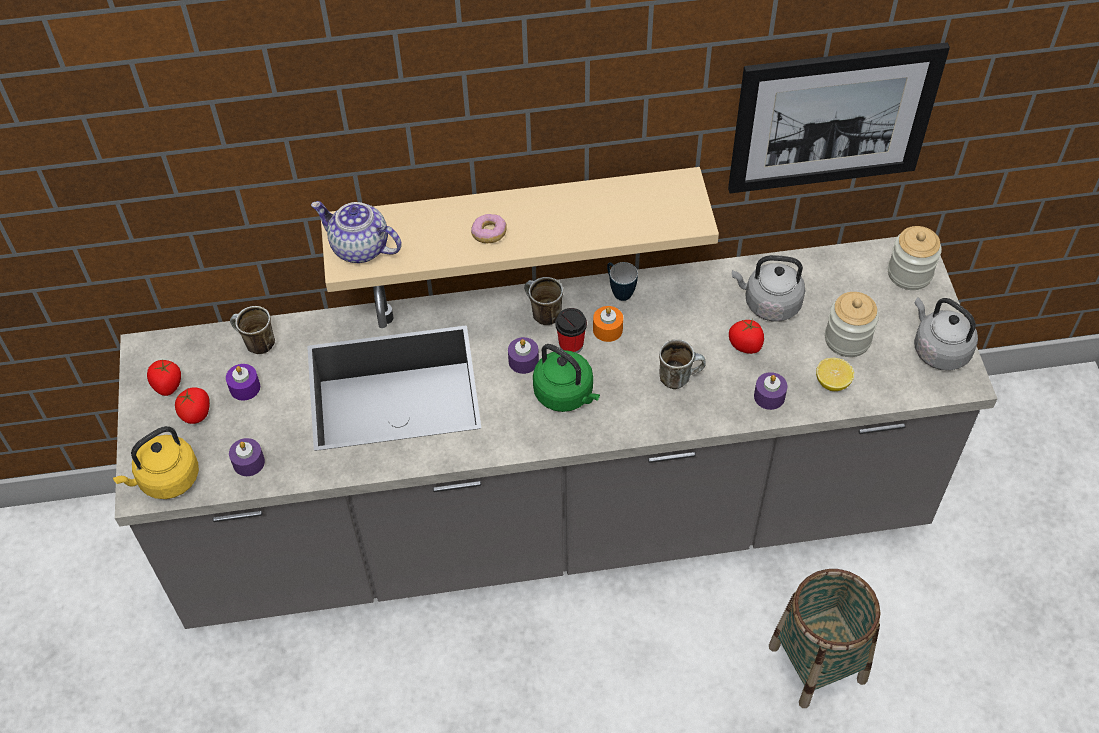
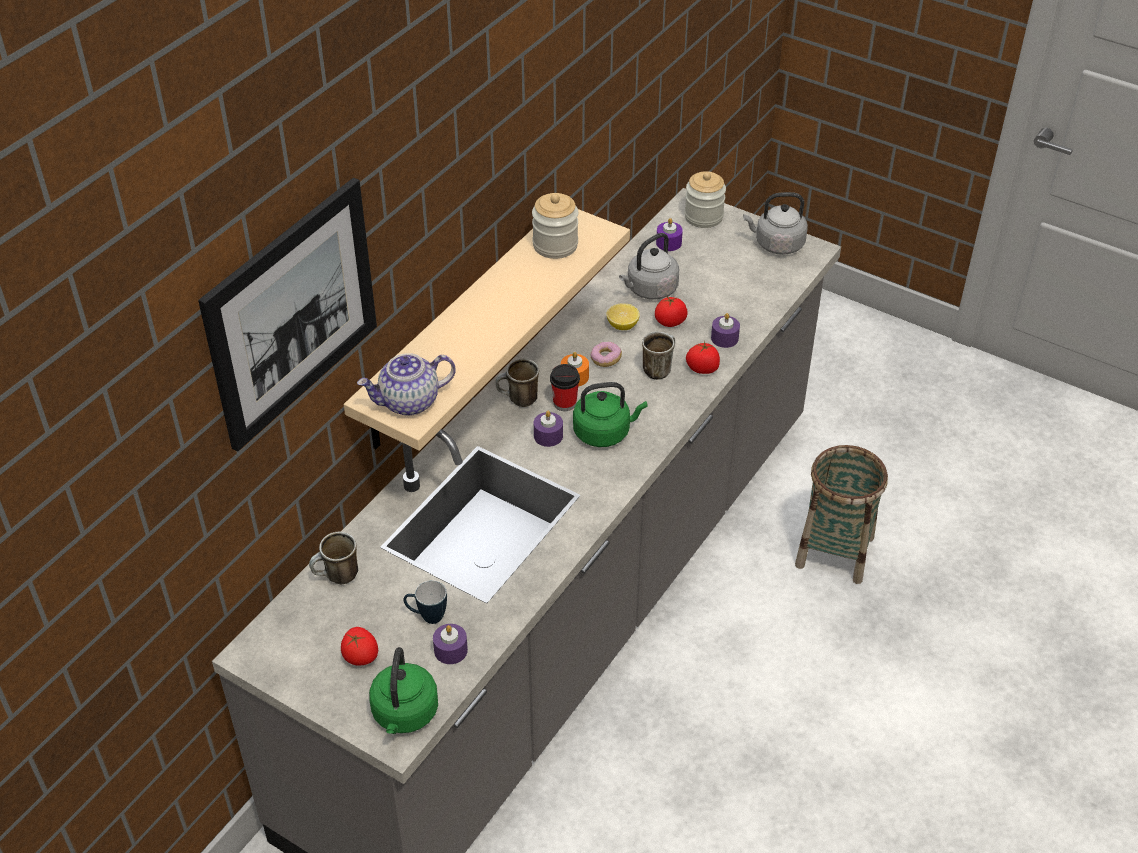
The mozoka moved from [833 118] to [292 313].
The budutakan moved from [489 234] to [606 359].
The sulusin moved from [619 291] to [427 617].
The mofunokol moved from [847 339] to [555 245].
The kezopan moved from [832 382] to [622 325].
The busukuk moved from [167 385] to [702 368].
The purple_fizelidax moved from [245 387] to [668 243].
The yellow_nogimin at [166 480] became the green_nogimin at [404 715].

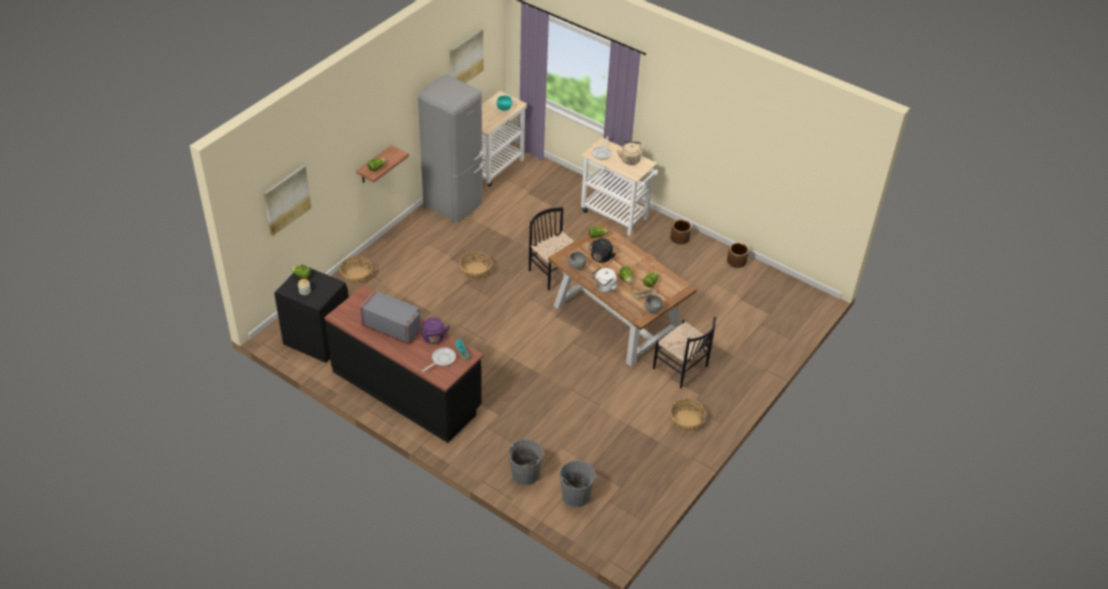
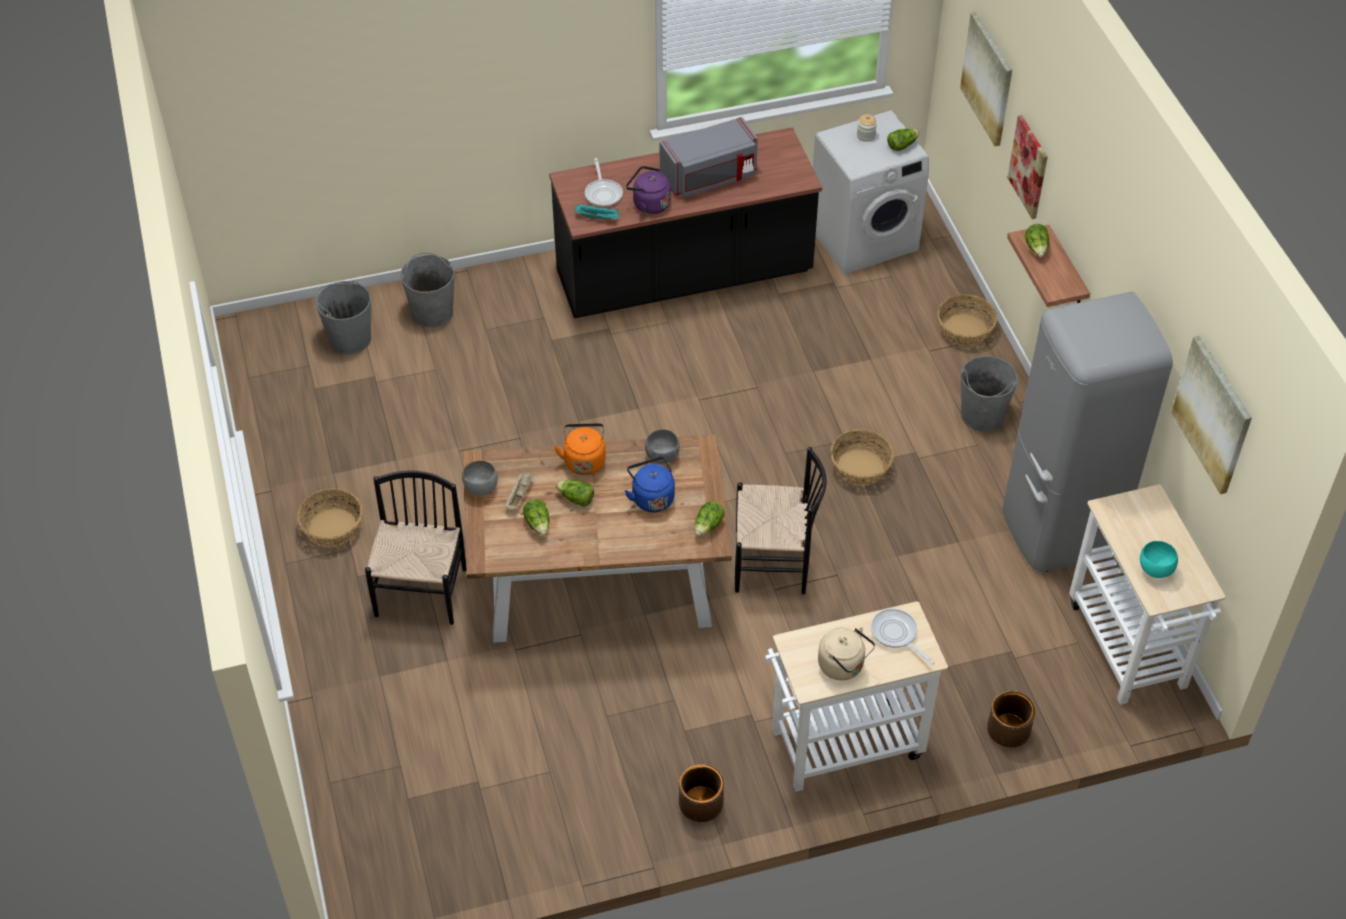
The black_nogimin at [601 258] became the blue_nogimin at [651 497].
The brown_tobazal moved from [736 261] to [1008 730].
The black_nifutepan at [318 337] became the white_nifutepan at [864 238].
The white_nogimin at [604 287] became the orange_nogimin at [584 460].
The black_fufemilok at [682 369] turned 105 degrees clockwise.
The mozoka at [1029 167] appeared.
The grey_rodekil at [982 415] appeared.

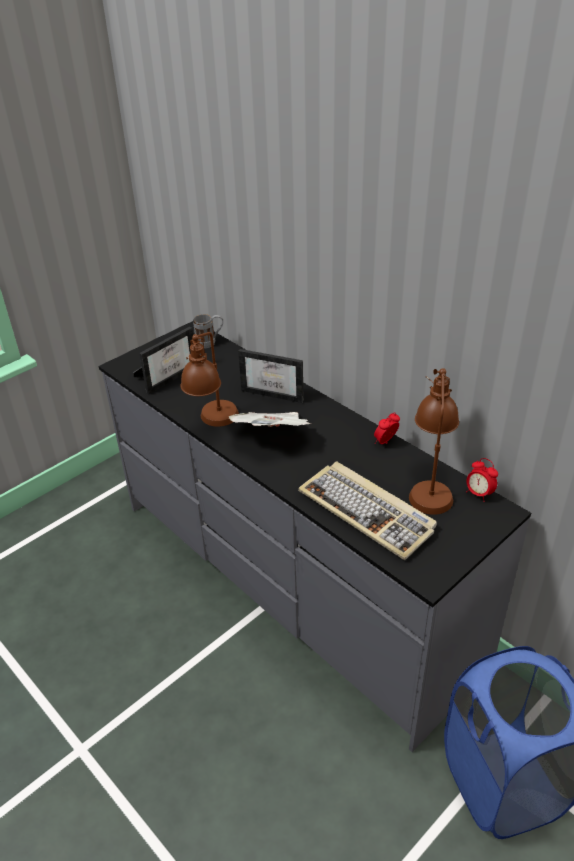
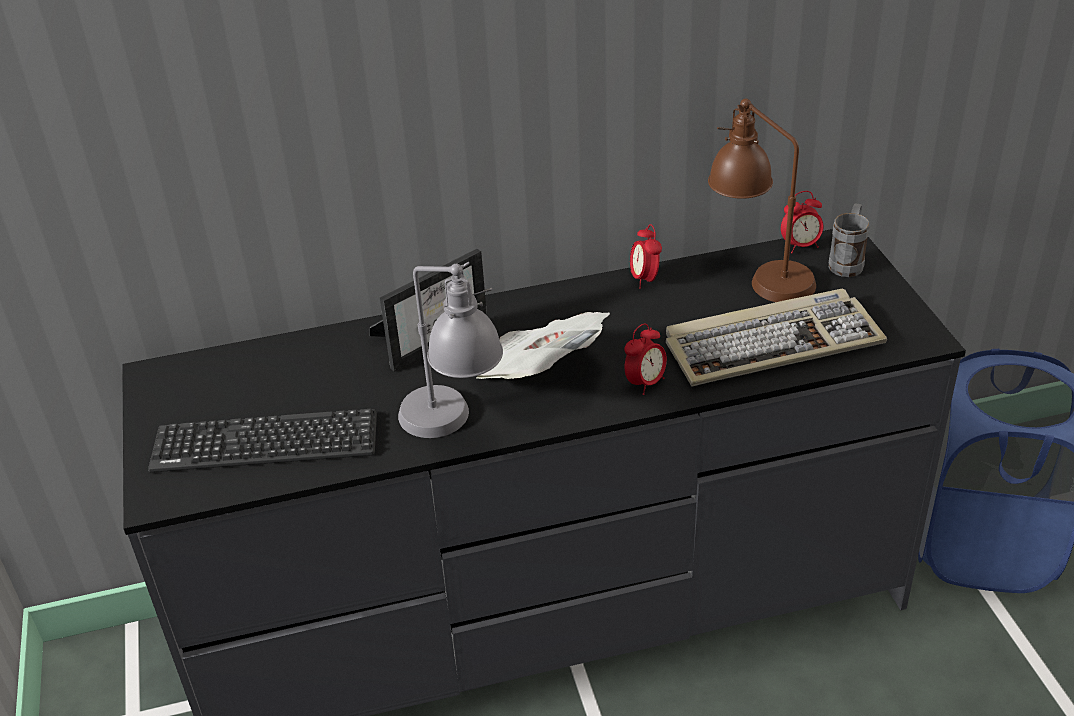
The grey_sulusin moved from [210 343] to [848 262].
The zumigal at [169 377] was replaced by the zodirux at [265 442].
The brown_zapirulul at [214 425] became the grey_zapirulul at [455 428].
The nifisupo at [645 383] appeared.

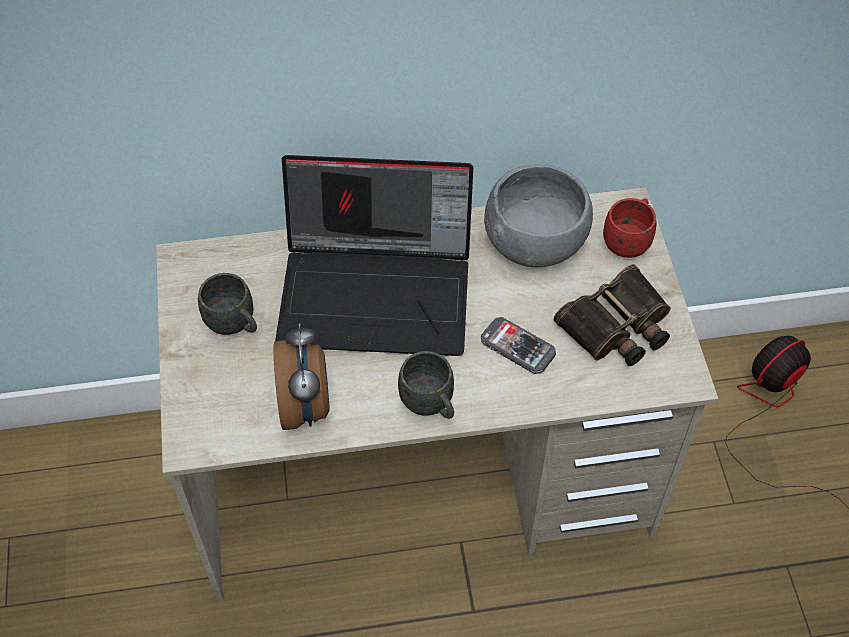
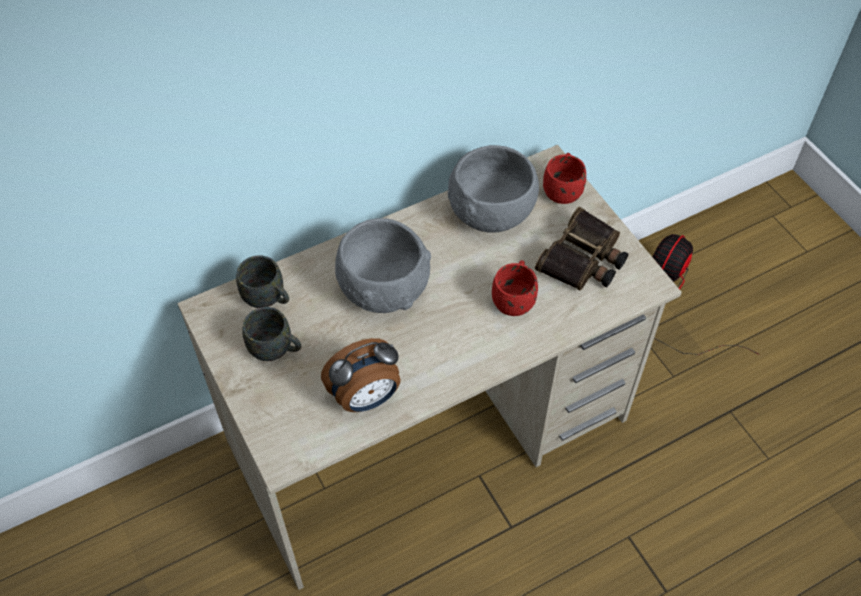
The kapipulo at [378 291] was replaced by the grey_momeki at [384 287].
The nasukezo at [518 347] was replaced by the red_sulusin at [514 298].
The nifisupo at [306 406] turned 90 degrees clockwise.
The grey_sulusin moved from [430 404] to [268 298].

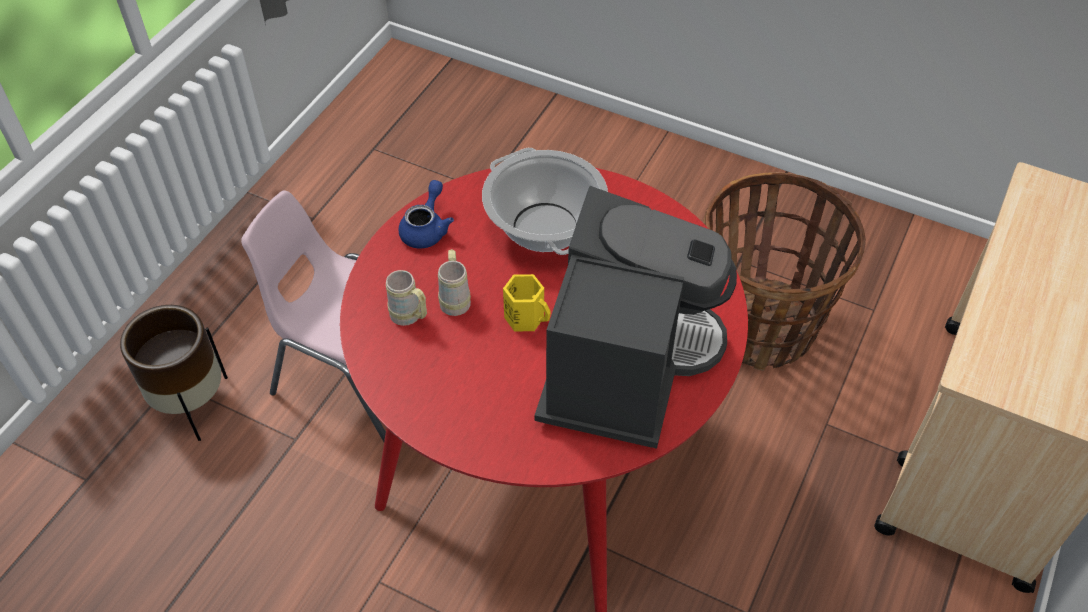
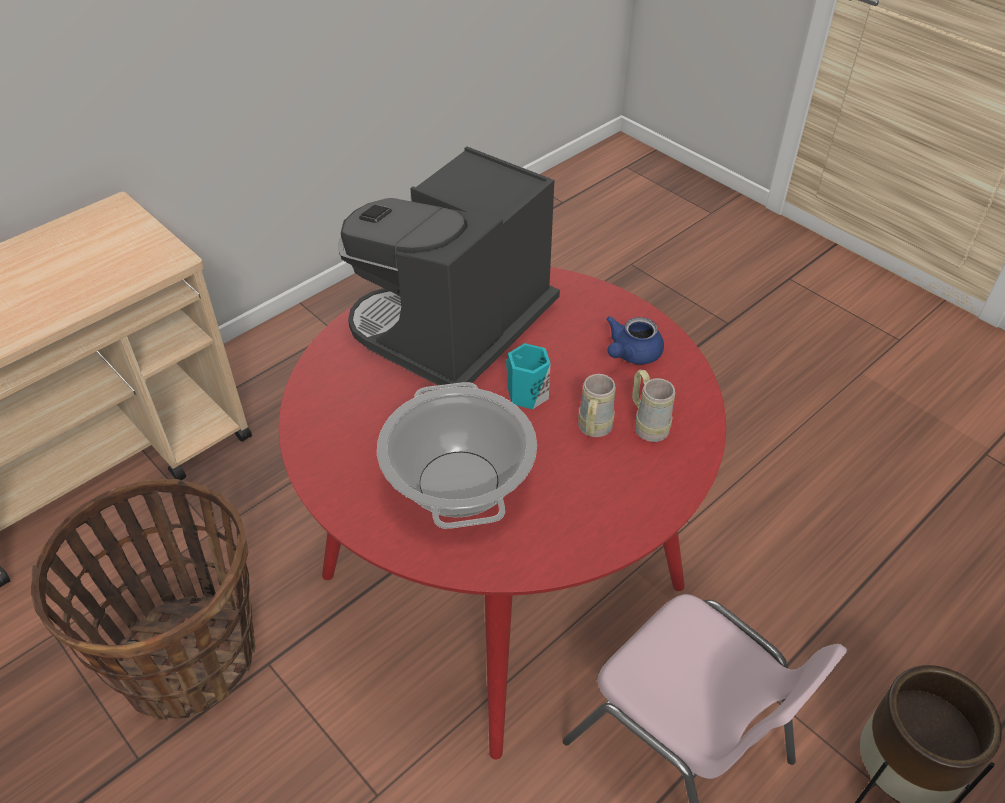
The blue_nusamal moved from [426 229] to [631 354].
The yellow_sulusin at [526 317] became the turquoise_sulusin at [525 393].

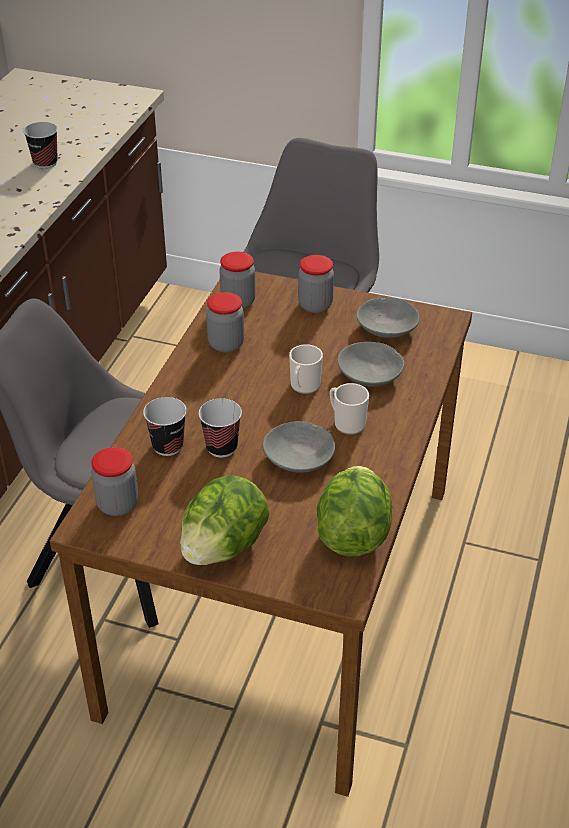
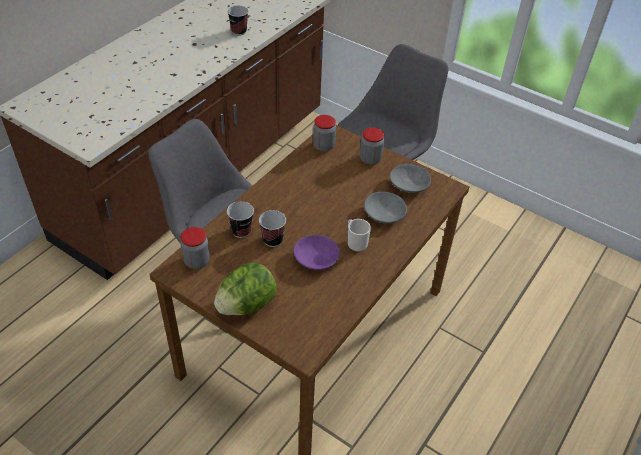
The mofunokol at [226 344] disappeared.
The sulusin at [303 386] disappeared.
The grey_momeki at [299 458] became the purple_momeki at [317 259].
The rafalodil at [353 534] disappeared.

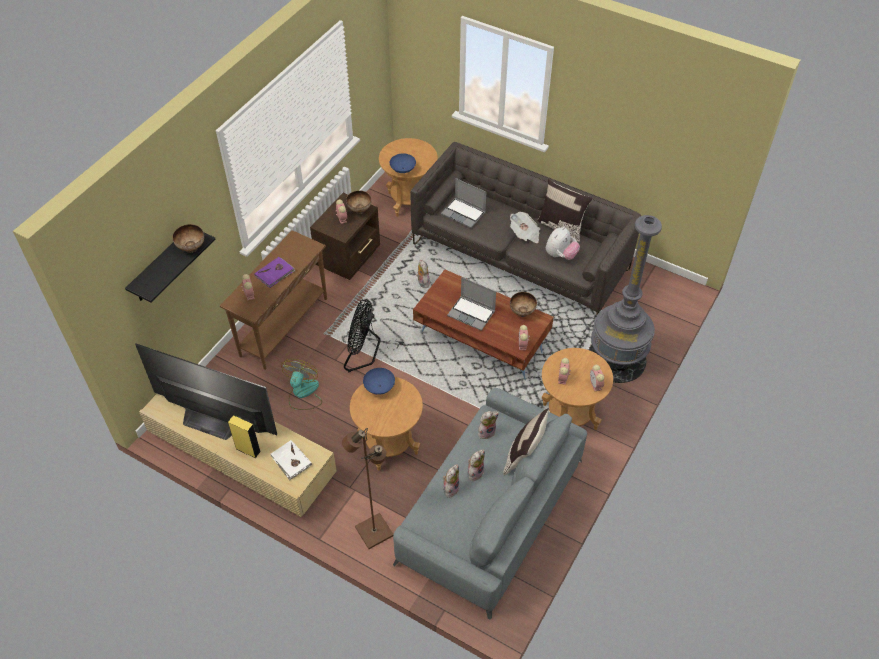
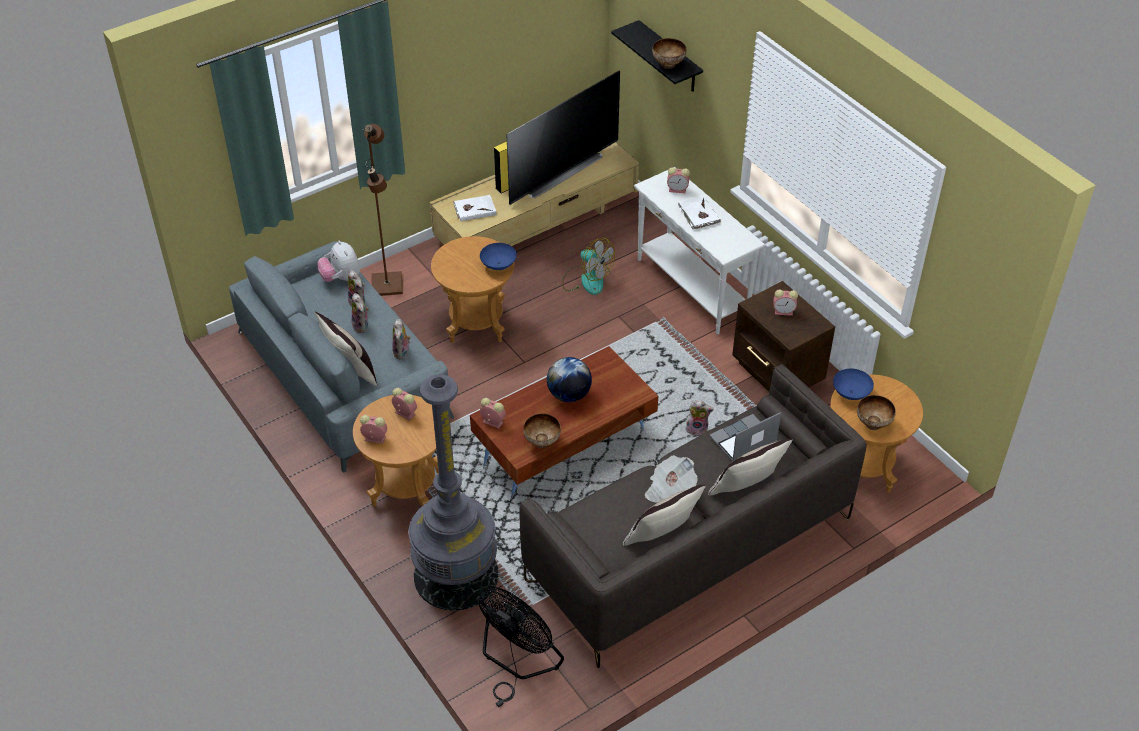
The momeki moved from [359 210] to [873 423].
The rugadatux moved from [560 255] to [341 278].
The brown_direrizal at [284 326] became the white_direrizal at [693 289].
The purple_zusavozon at [275 273] became the white_zusavozon at [698 214].
The kapipulo at [472 313] was replaced by the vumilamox at [569 395].
The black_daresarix moved from [368 349] to [513 660].
The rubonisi at [747 490] appeared.

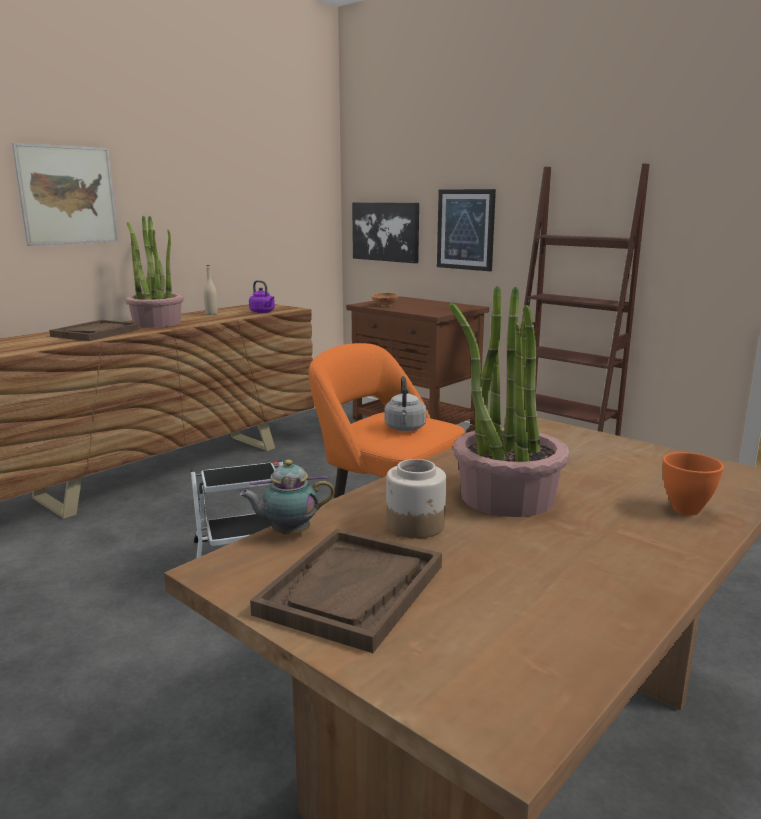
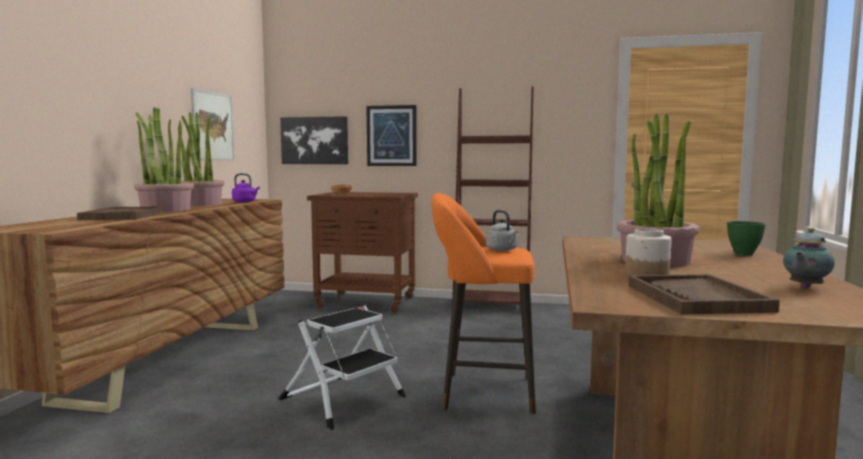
The mozoka moved from [68 195] to [213 126].
The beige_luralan at [211 314] was replaced by the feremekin at [199 204].
The orange_momeki at [684 509] became the green_momeki at [742 254].
The nusamal moved from [288 533] to [805 287].

